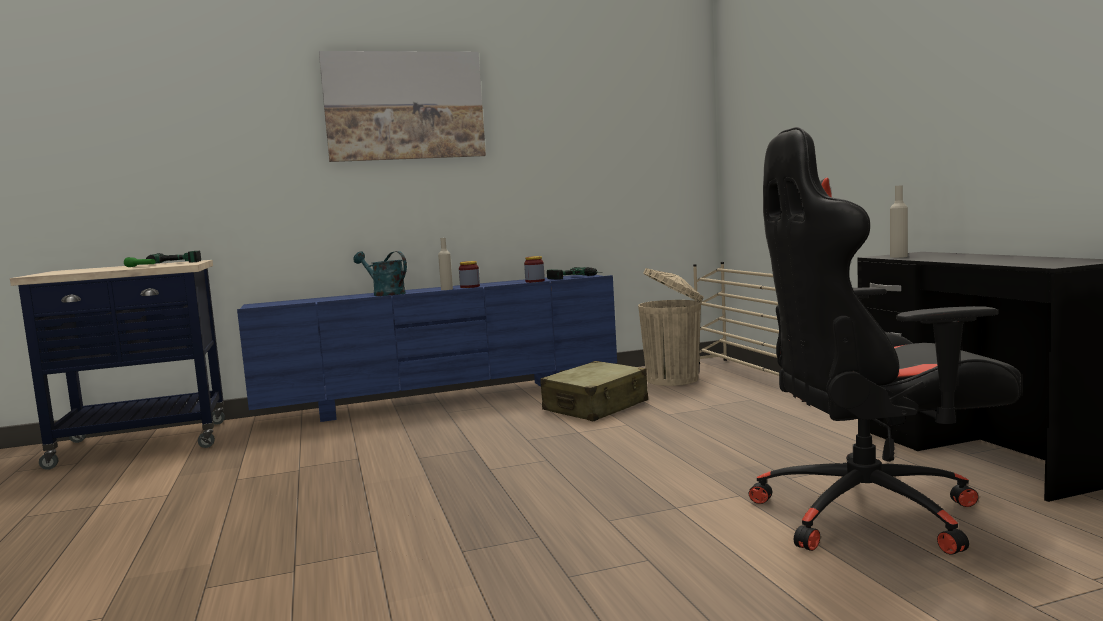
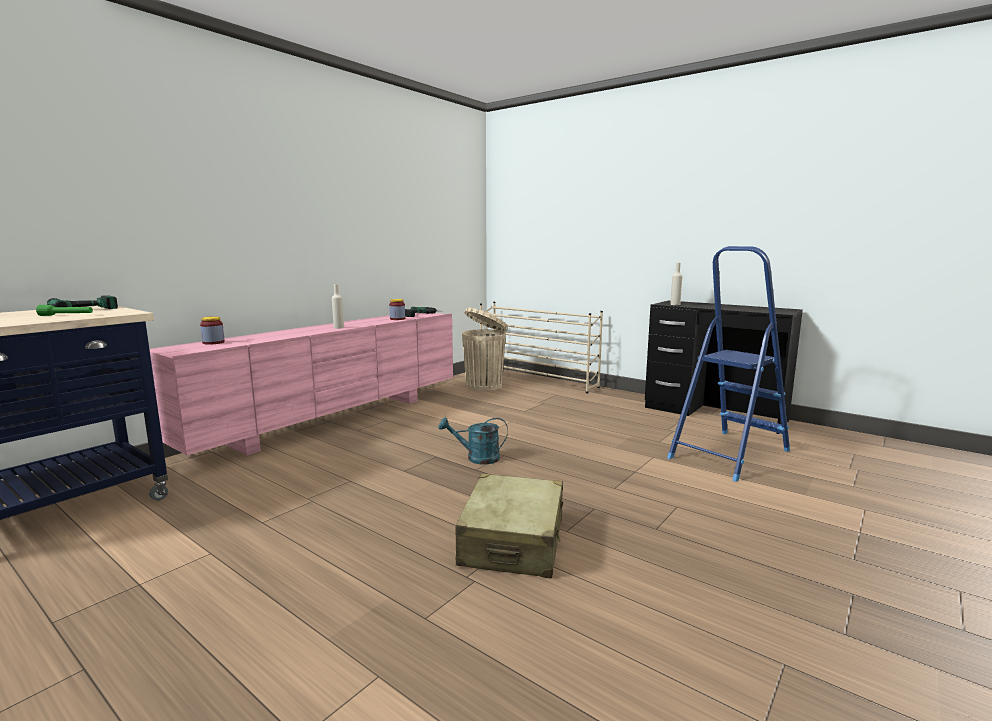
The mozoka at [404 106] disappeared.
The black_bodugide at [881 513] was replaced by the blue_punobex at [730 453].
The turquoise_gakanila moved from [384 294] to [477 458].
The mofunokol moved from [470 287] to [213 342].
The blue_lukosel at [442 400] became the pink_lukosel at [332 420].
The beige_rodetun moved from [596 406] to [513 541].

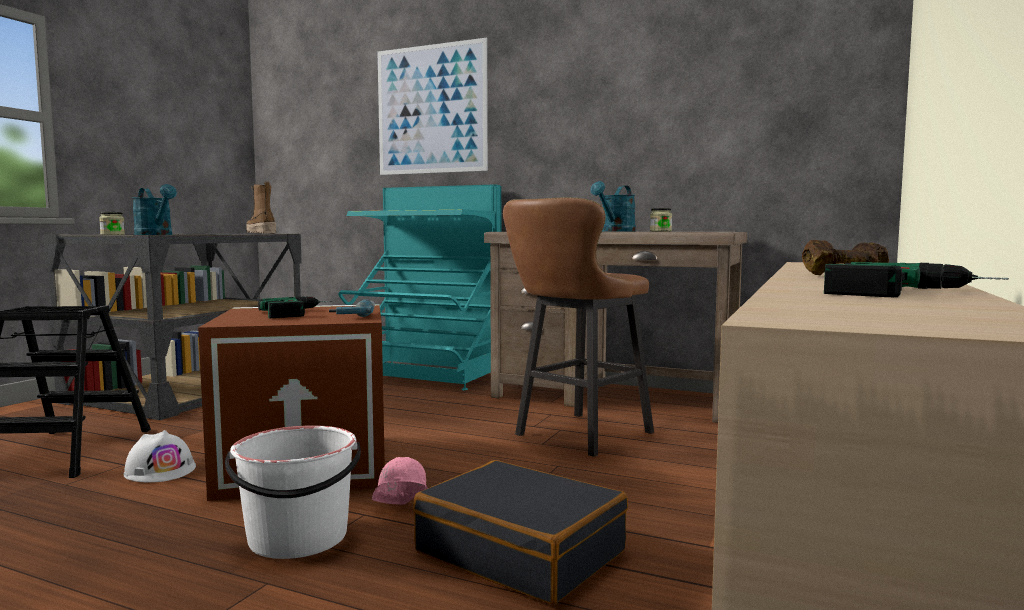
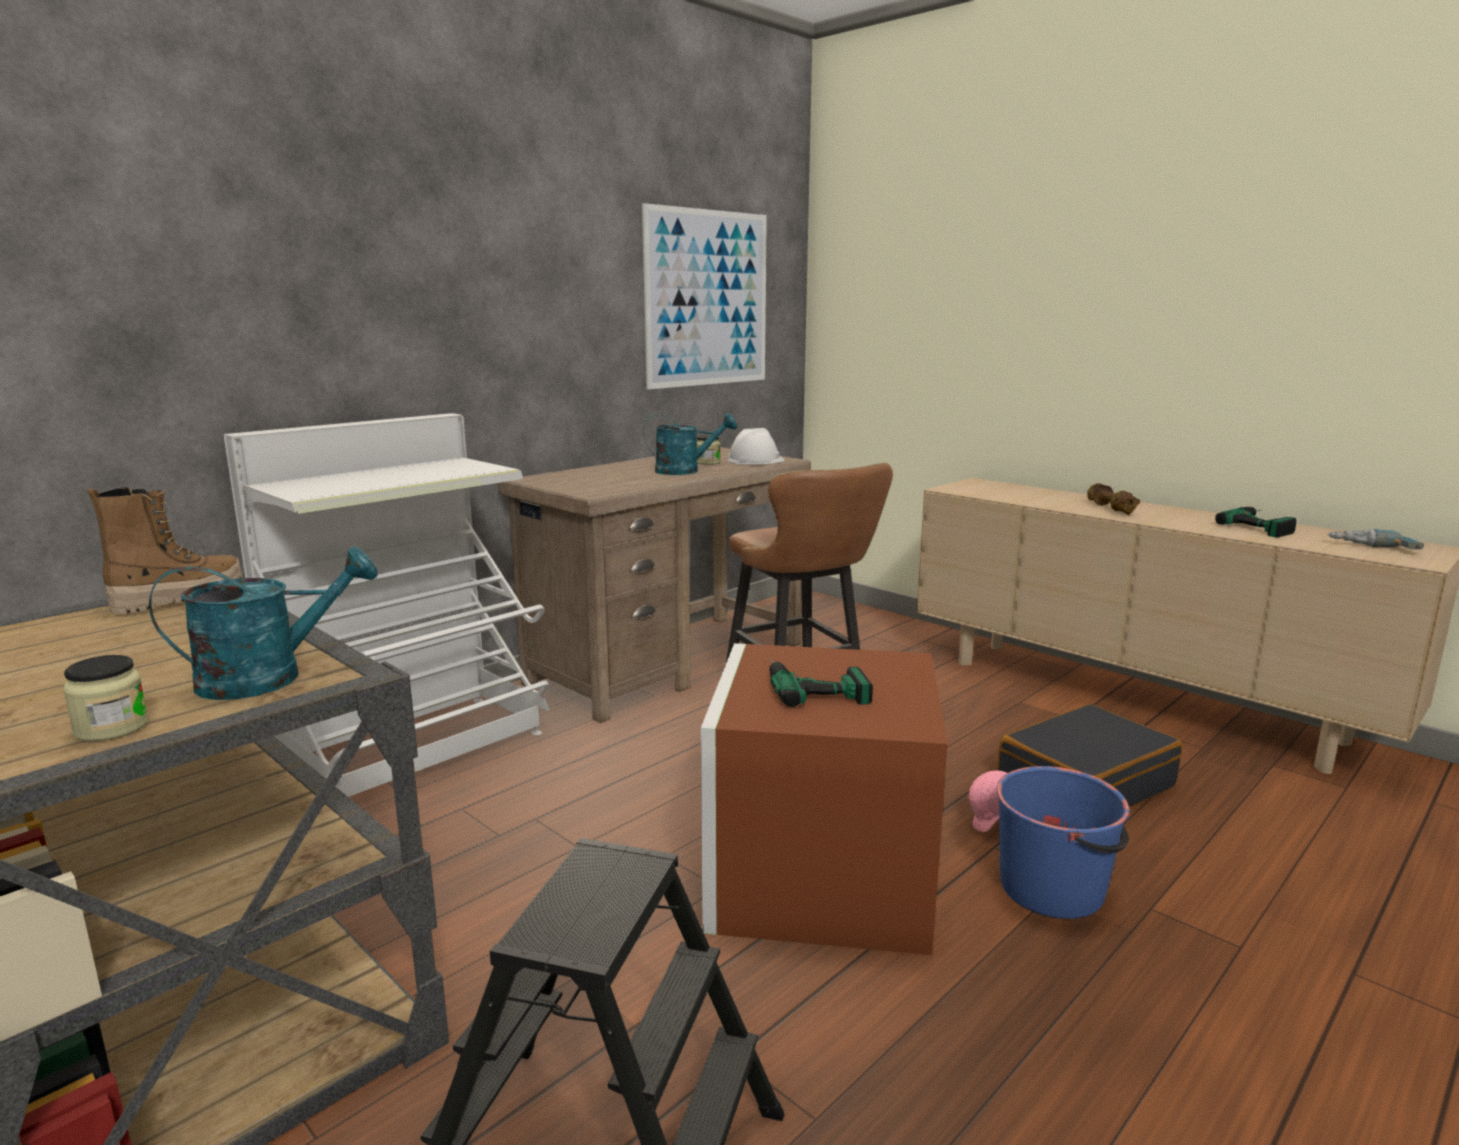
The mozoka moved from [431 109] to [707 299].
The turquoise_gakanila at [615 231] turned 60 degrees counterclockwise.
The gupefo at [261 233] turned 150 degrees clockwise.
The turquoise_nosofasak at [422 377] became the white_nosofasak at [419 751].
The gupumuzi moved from [355 315] to [1373 549].
The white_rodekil at [298 538] became the blue_rodekil at [1053 888].
The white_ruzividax moved from [160 470] to [756 460].

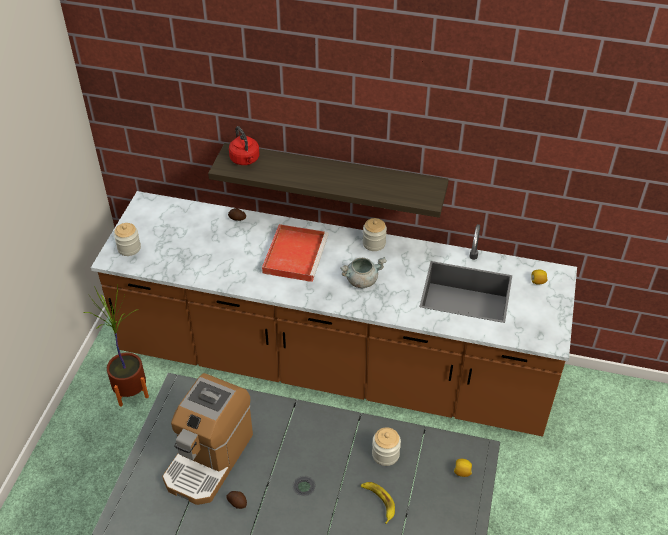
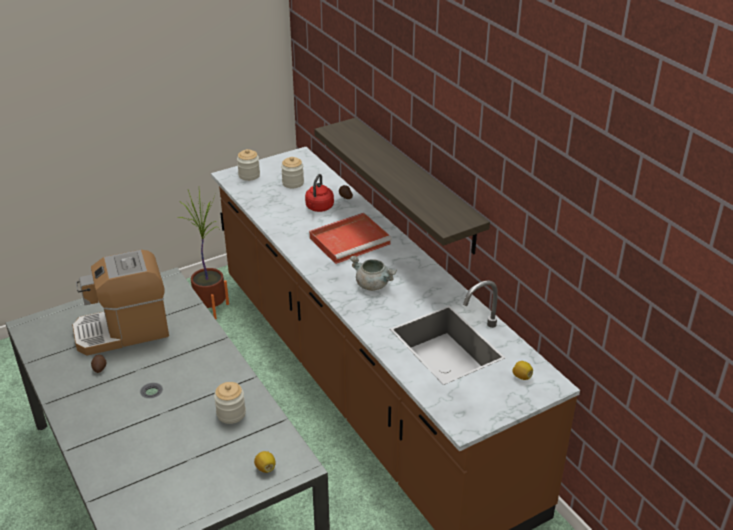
The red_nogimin moved from [245 160] to [319 208].
The mofunokol moved from [374 243] to [293 183].
The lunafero at [378 501] disappeared.

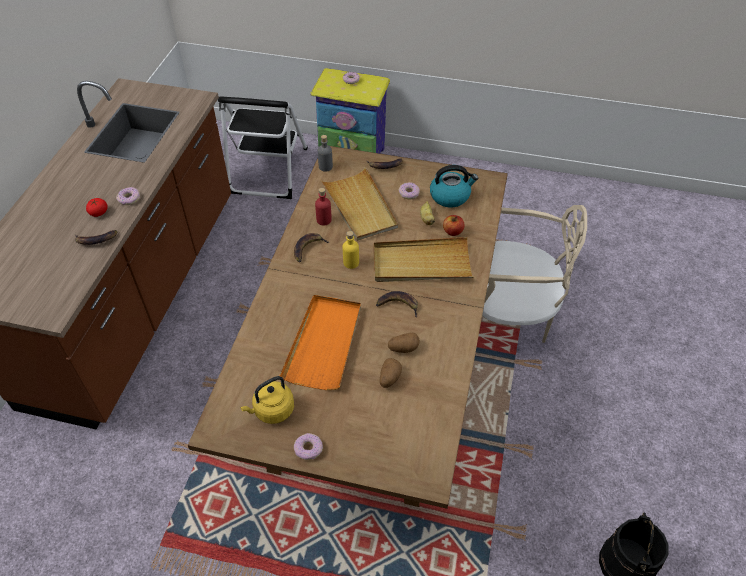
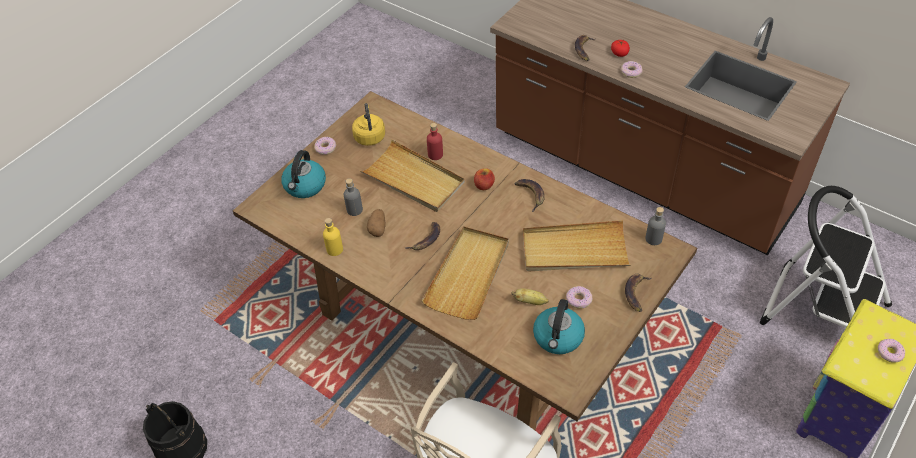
The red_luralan moved from [324 220] to [435 154].
The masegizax moved from [452 232] to [484 185].
The yellow_luralan moved from [351 263] to [334 249].
The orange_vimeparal at [324 343] became the beige_vimeparal at [413 179].
The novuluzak at [389 378] was replaced by the grey_luralan at [354 210].
The nogimin at [305 186] appeared.

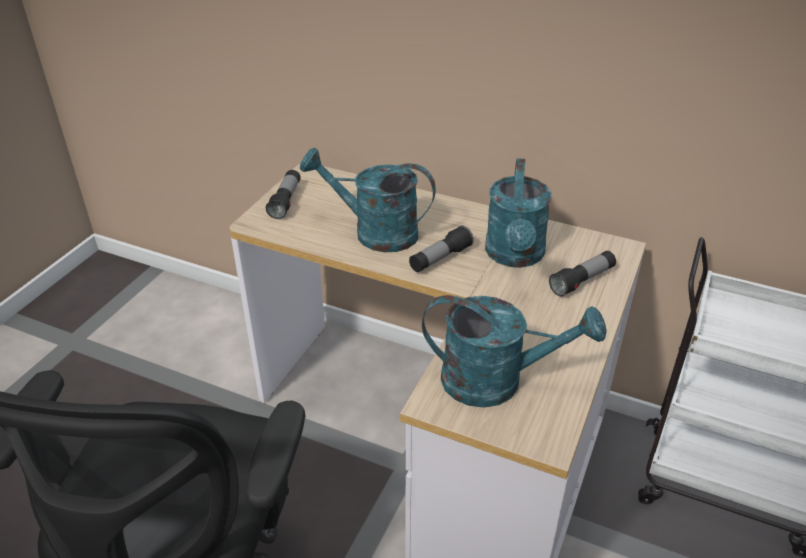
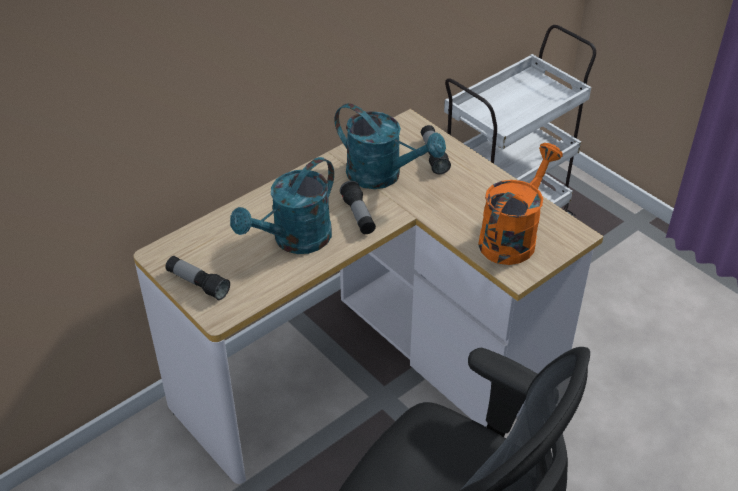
The turquoise_gakanila at [496 381] became the orange_gakanila at [512 236].

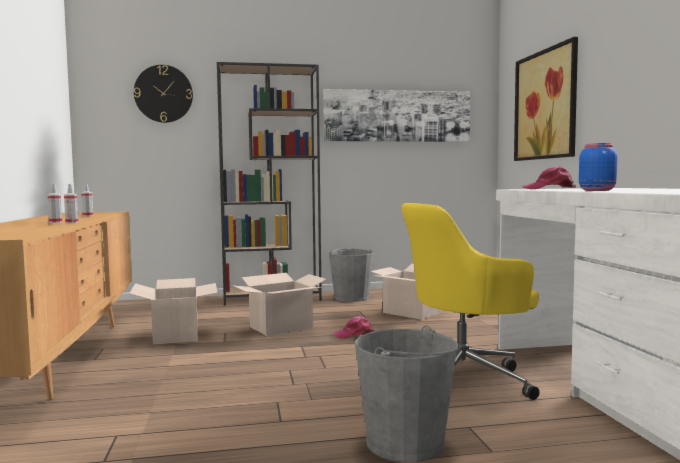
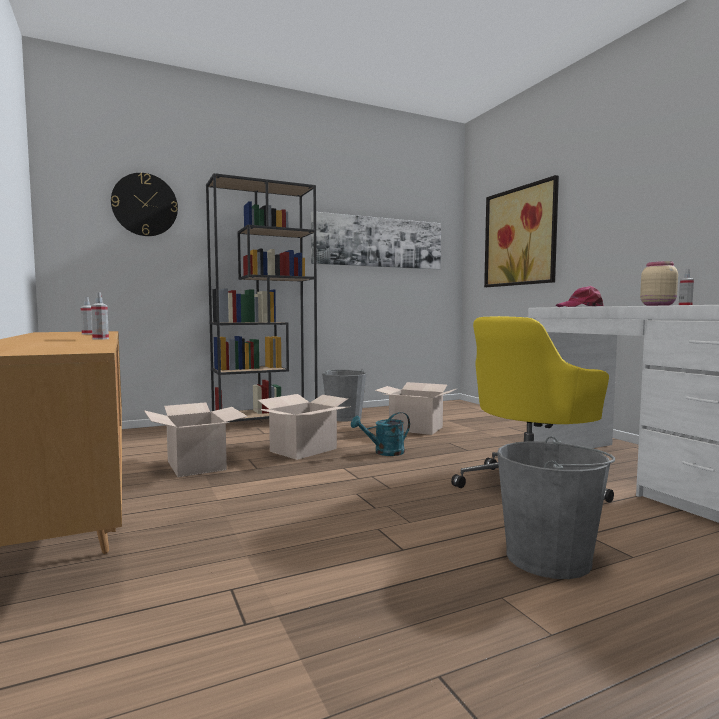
The blue_mofunokol at [597 190] became the beige_mofunokol at [657 305].
The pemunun moved from [55 222] to [685 306].
The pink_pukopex at [354 334] was replaced by the turquoise_gakanila at [384 453].

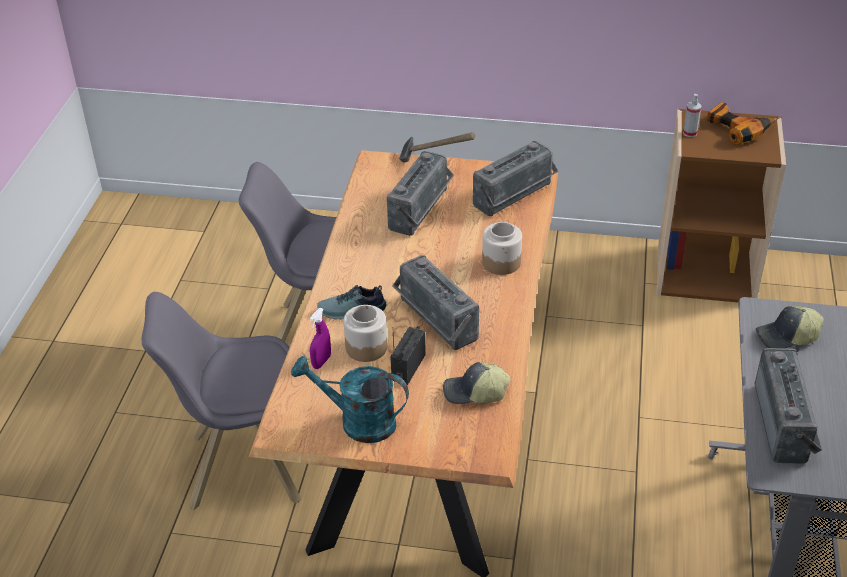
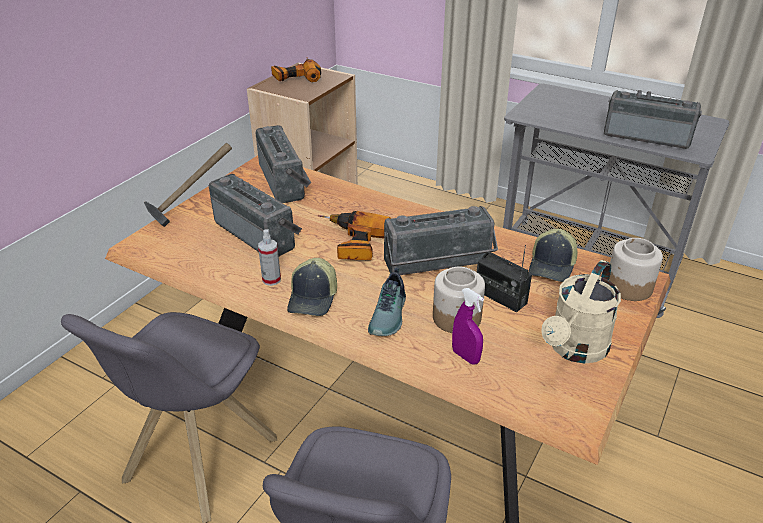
The pemunun moved from [690 133] to [271 280].
The mofunokol moved from [501 262] to [628 286].
The pukopex moved from [787 337] to [314 298].
The turquoise_gakanila at [358 422] became the beige_gakanila at [574 350].
The gupumuzi at [353 243] appeared.

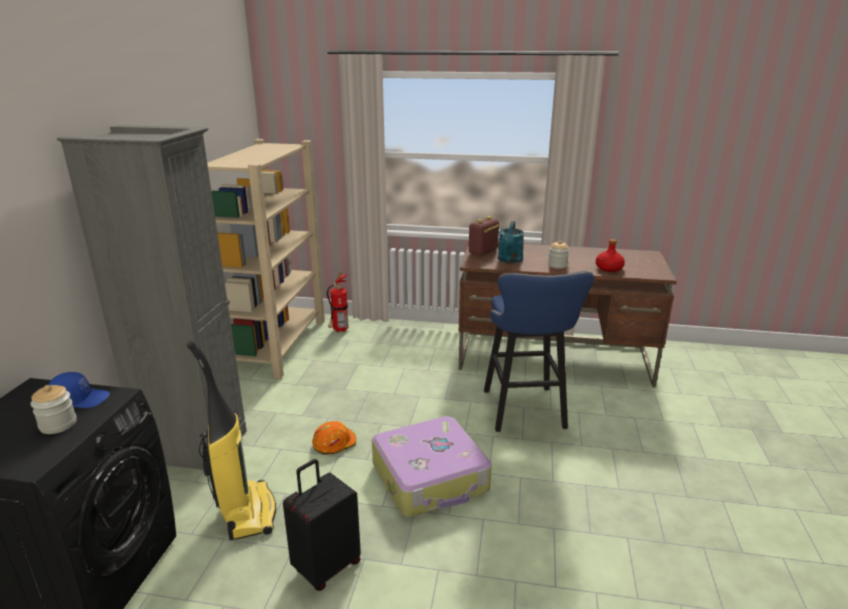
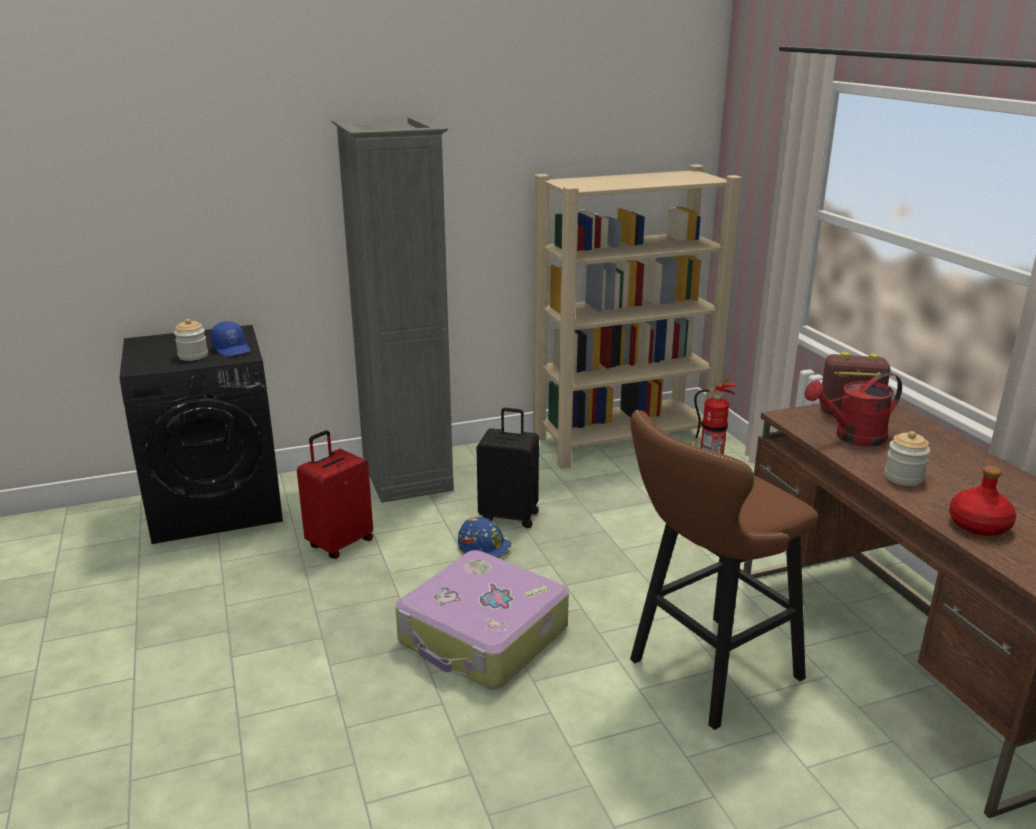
The turquoise_gakanila at [509 260] became the red_gakanila at [852 437].
The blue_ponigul at [525 415] became the brown_ponigul at [701 676].
The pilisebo at [247 512] was replaced by the red_rodetun at [339 543].
The orange_ruzividax at [334 443] became the blue_ruzividax at [484 547].
The black_rodetun moved from [326 566] to [509 516].

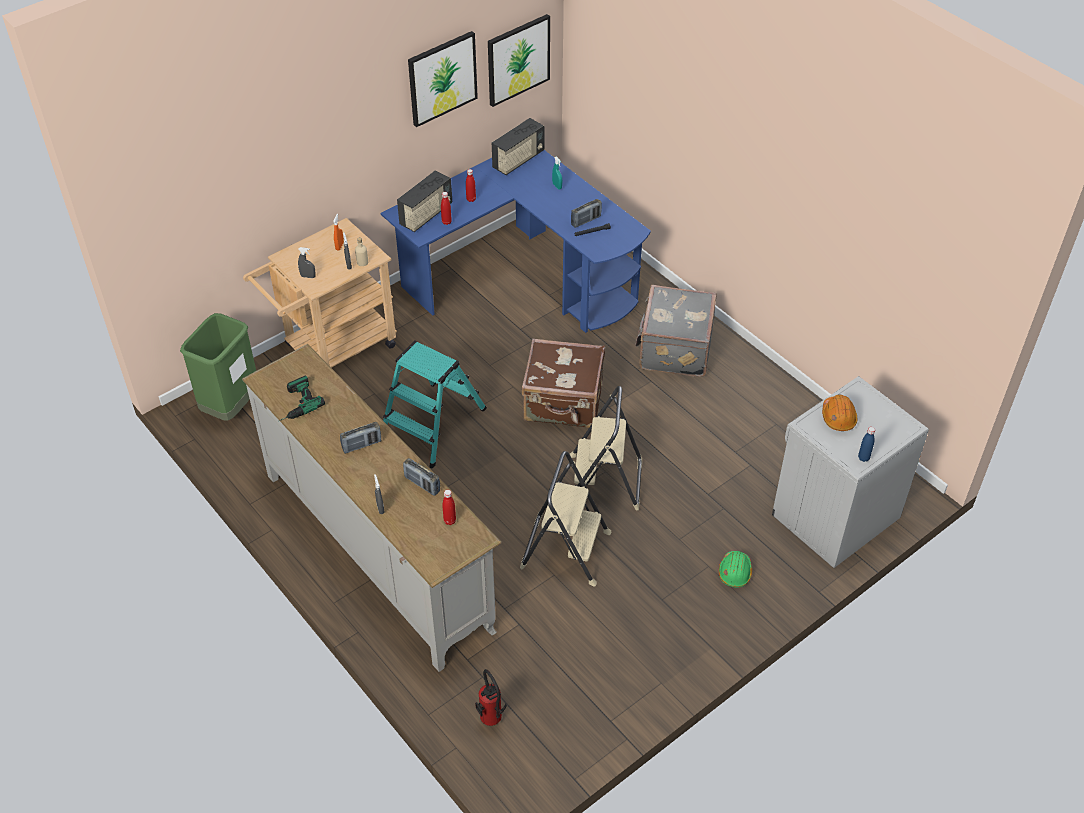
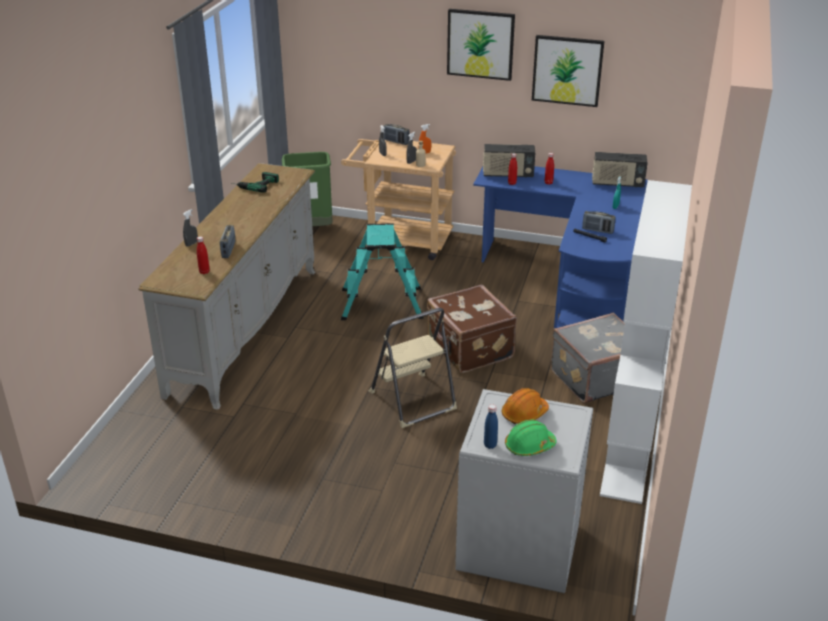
The mozoka moved from [518 59] to [480 44].
The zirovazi moved from [361 445] to [396 142].
The beige_punobex at [562 548] disappeared.
The green_ruzividax moved from [735 572] to [529 446].
The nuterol at [491 722] disappeared.
The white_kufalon at [629 452] appeared.

